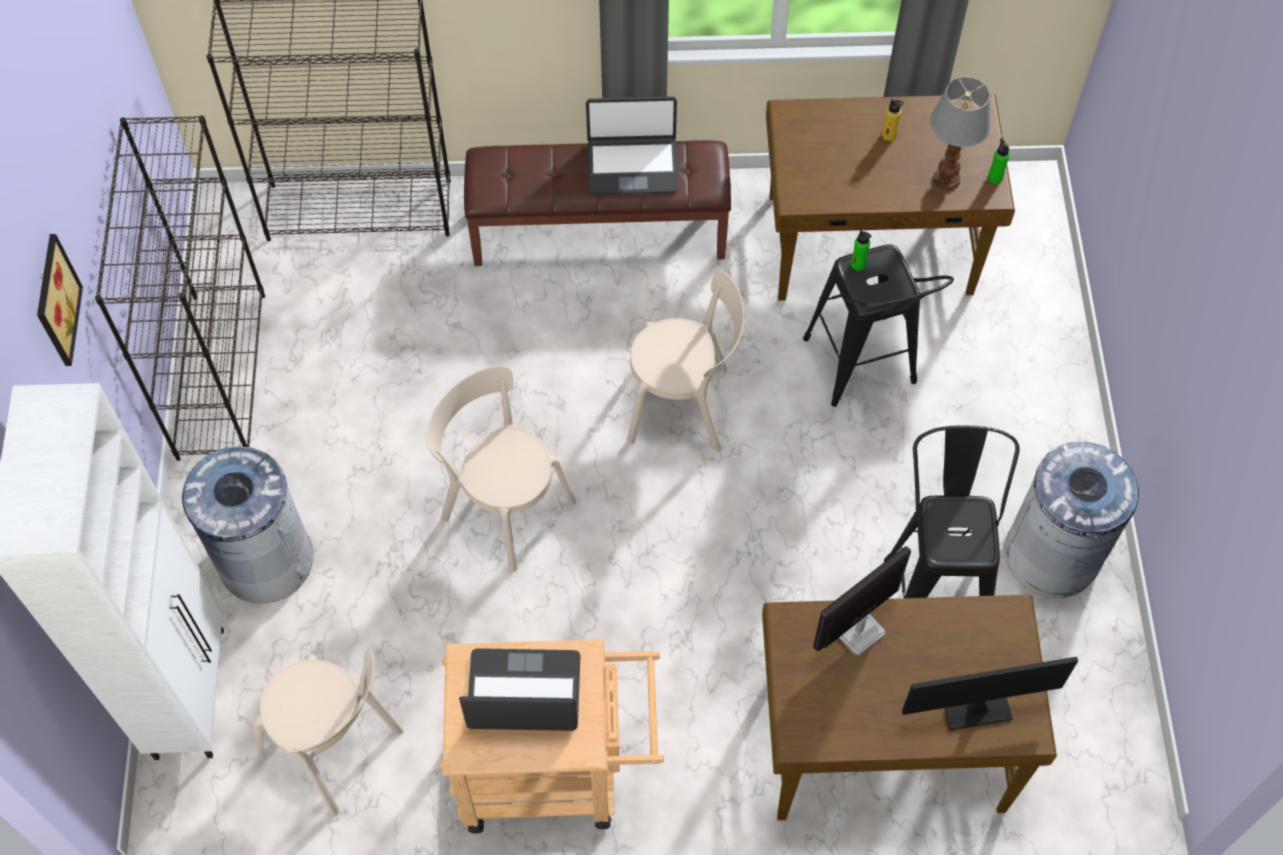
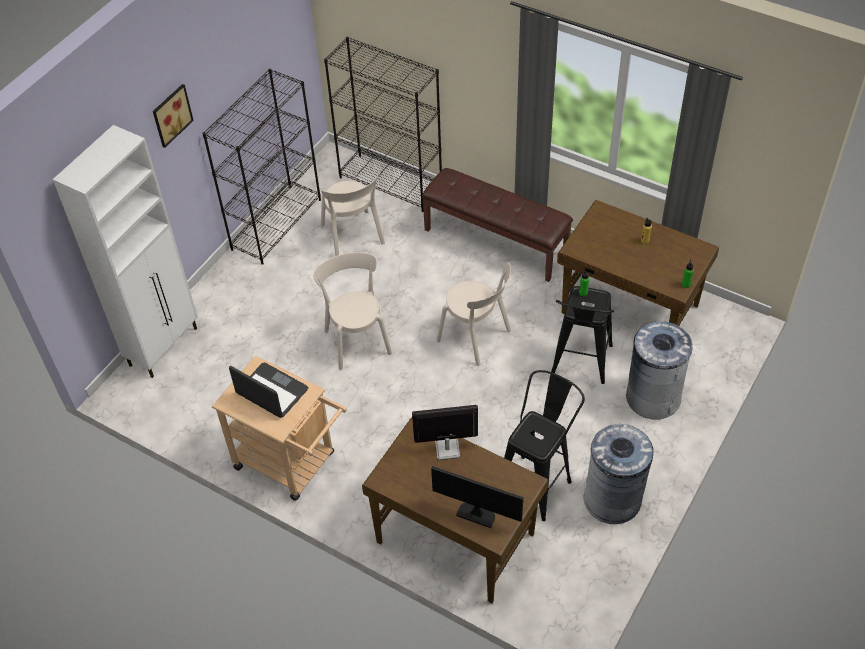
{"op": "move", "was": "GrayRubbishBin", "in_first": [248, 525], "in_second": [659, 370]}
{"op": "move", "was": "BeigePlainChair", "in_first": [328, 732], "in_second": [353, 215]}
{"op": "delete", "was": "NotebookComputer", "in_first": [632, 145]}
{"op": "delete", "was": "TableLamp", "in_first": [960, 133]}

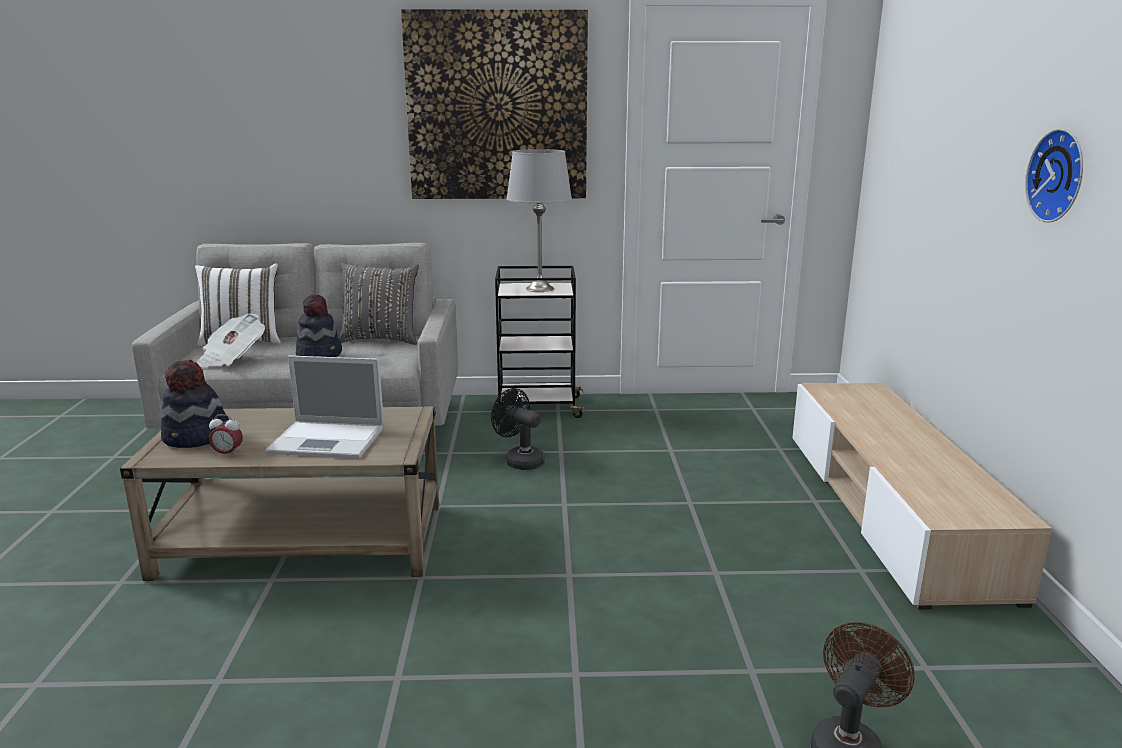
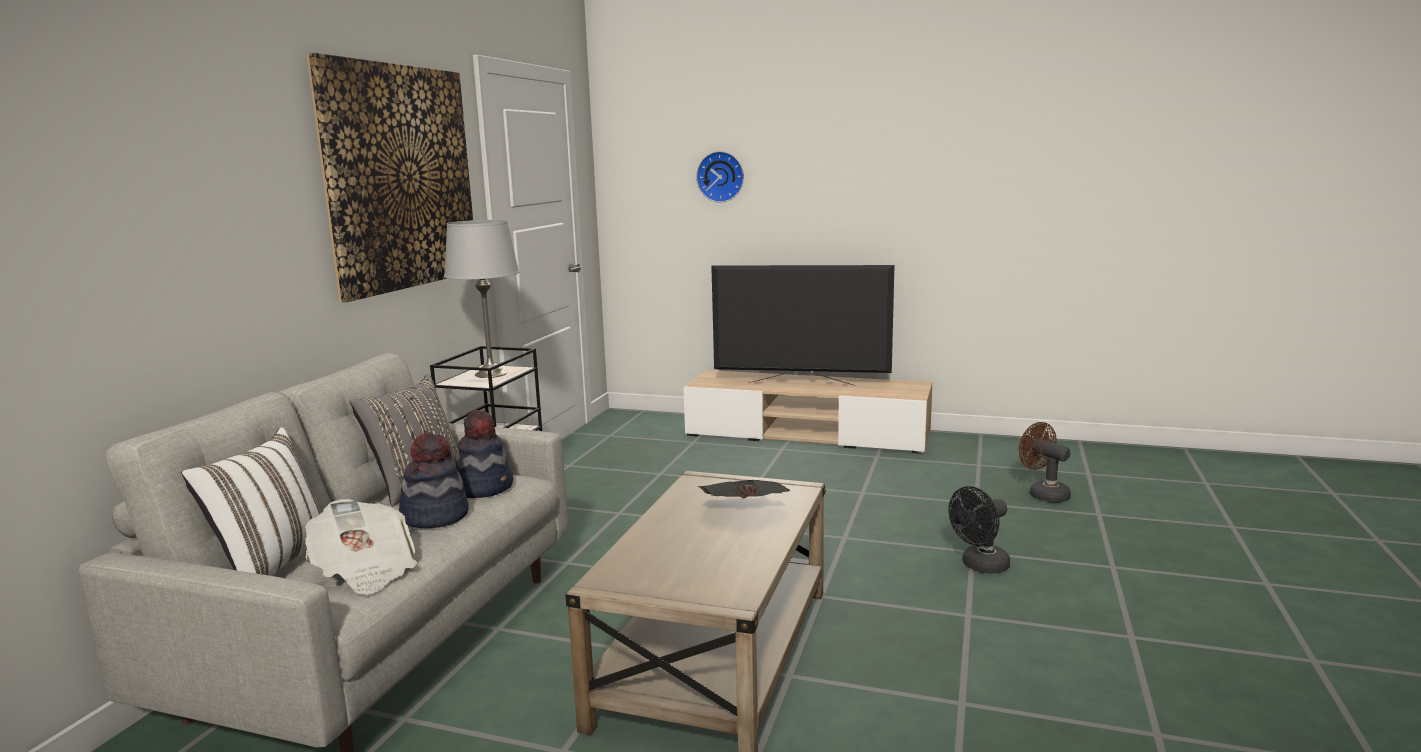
{"op": "move", "was": "WearableHat", "in_first": [195, 404], "in_second": [484, 454]}
{"op": "delete", "was": "BedsideClock", "in_first": [226, 436]}
{"op": "replace", "was": "NotebookComputer", "now": "PrintedPaper", "in_first": [324, 407], "in_second": [743, 489]}
{"op": "move", "was": "BlackElectricFan", "in_first": [518, 429], "in_second": [979, 529]}
{"op": "move", "was": "ClockOnTheWall", "in_first": [1054, 175], "in_second": [720, 177]}
{"op": "insert", "now": "Television", "in_second": [802, 325]}

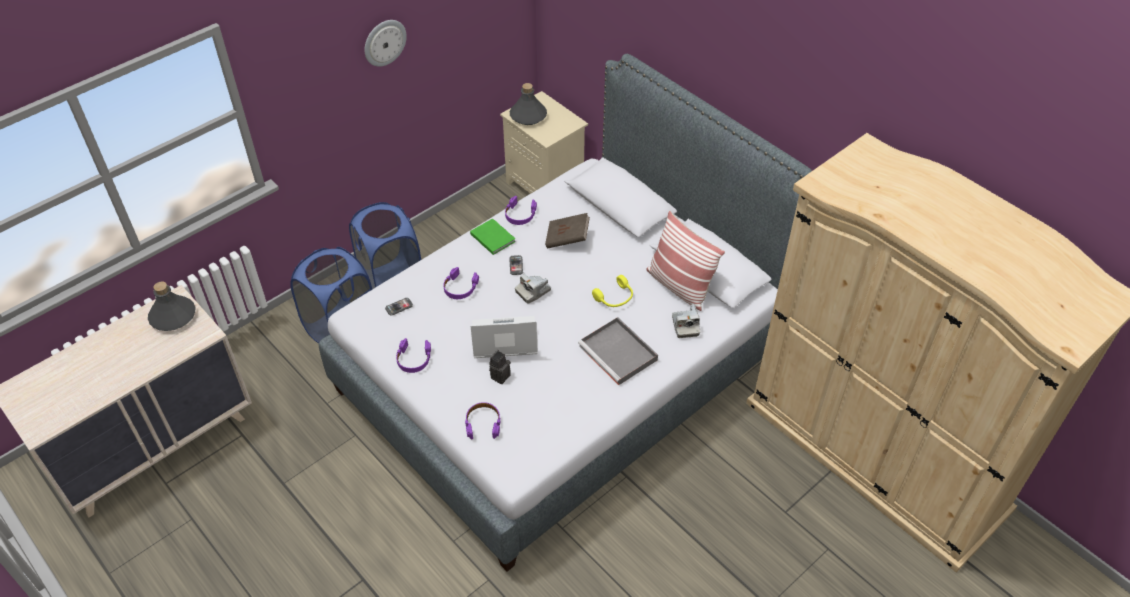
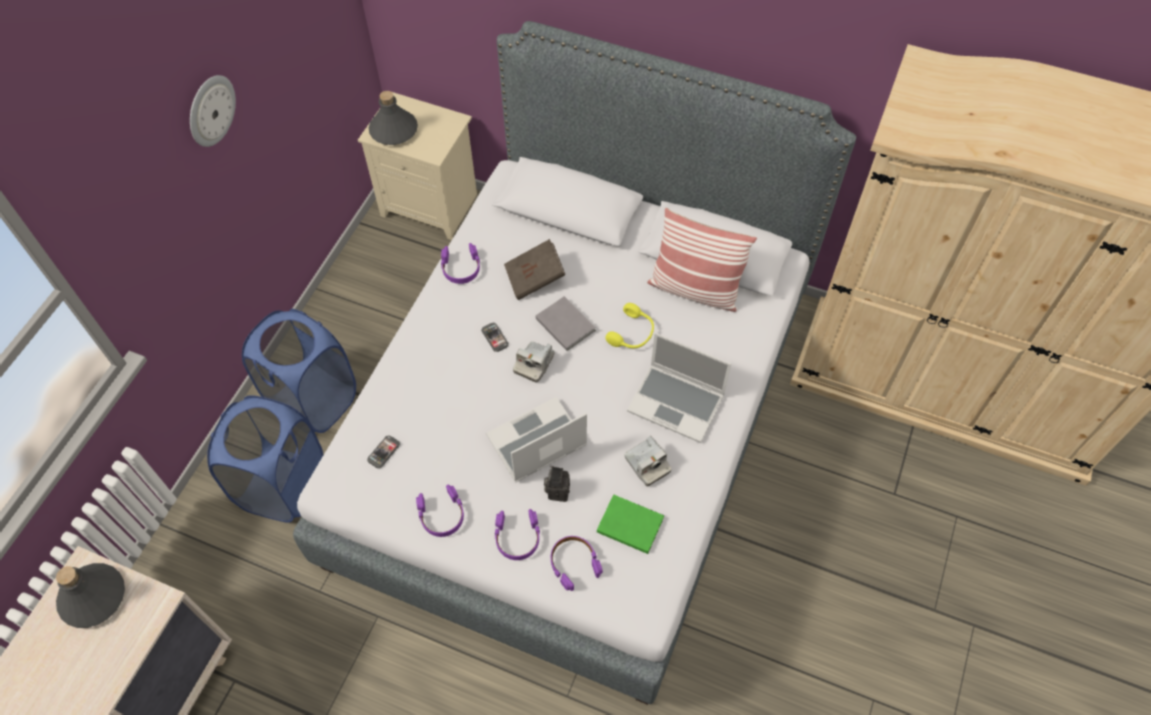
{"op": "move", "was": "PurpleColouredHeadphones", "in_first": [461, 283], "in_second": [517, 534]}
{"op": "move", "was": "GreenColouredBoundBook", "in_first": [493, 236], "in_second": [630, 524]}
{"op": "replace", "was": "GrayCarryingTray", "now": "NotebookComputer", "in_first": [618, 351], "in_second": [679, 388]}
{"op": "move", "was": "PhotoCamera", "in_first": [686, 321], "in_second": [647, 461]}
{"op": "insert", "now": "GrayBoundBook", "in_second": [566, 323]}

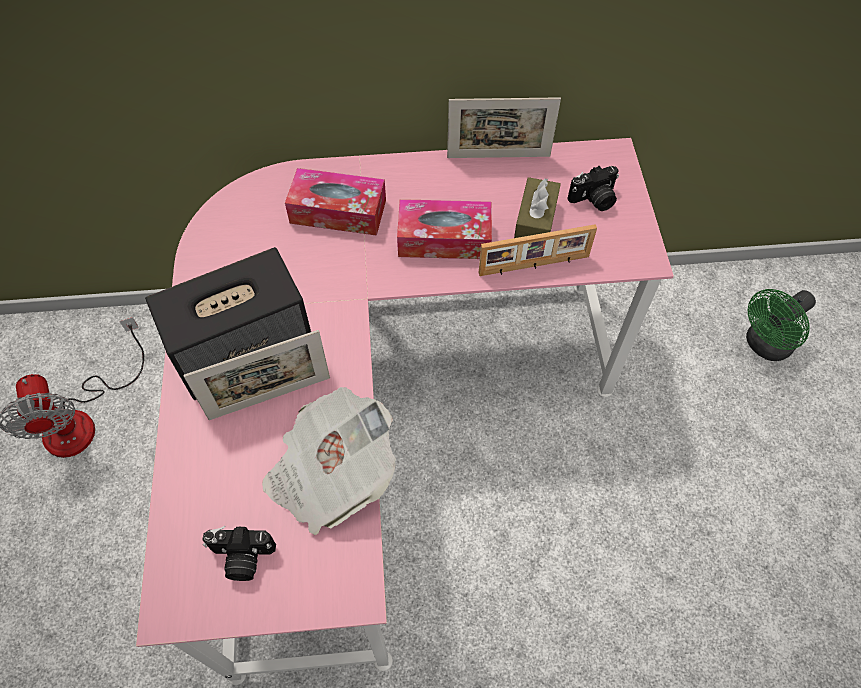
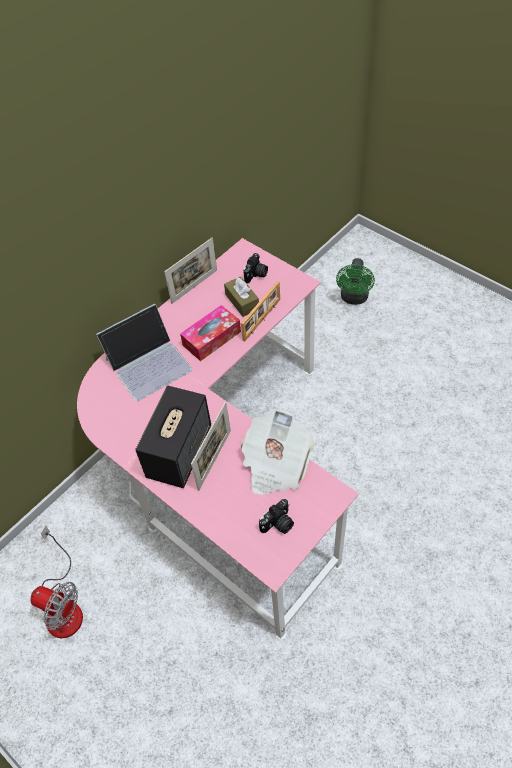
{"op": "replace", "was": "TissueBox", "now": "NotebookComputer", "in_first": [335, 202], "in_second": [144, 352]}

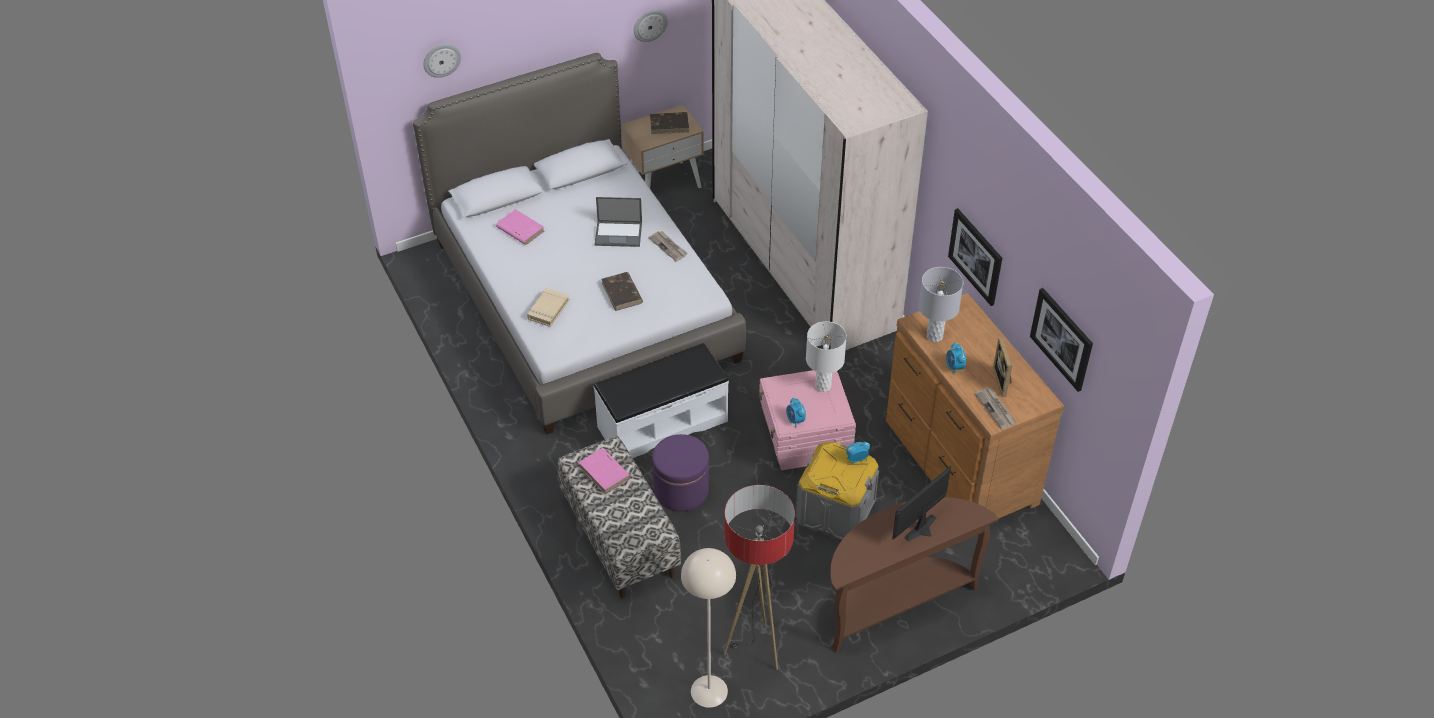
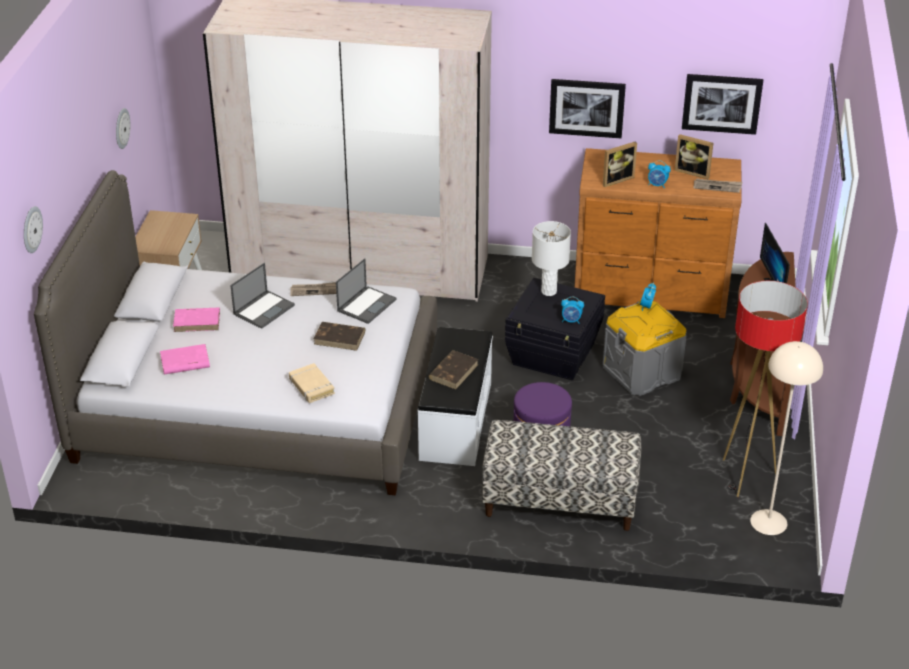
{"op": "move", "was": "PinkColouredBoundBook", "in_first": [604, 471], "in_second": [196, 320]}
{"op": "move", "was": "BrownColouredBoundBook", "in_first": [669, 123], "in_second": [453, 369]}
{"op": "recolor", "was": "PinkColouredStorageBox", "now": "BlackStorageBox", "in_first": [807, 420], "in_second": [555, 329]}
{"op": "replace", "was": "GrayTableLamp", "now": "PhotoFrame", "in_first": [941, 304], "in_second": [620, 164]}
{"op": "insert", "now": "NotebookComputer", "in_second": [366, 291]}

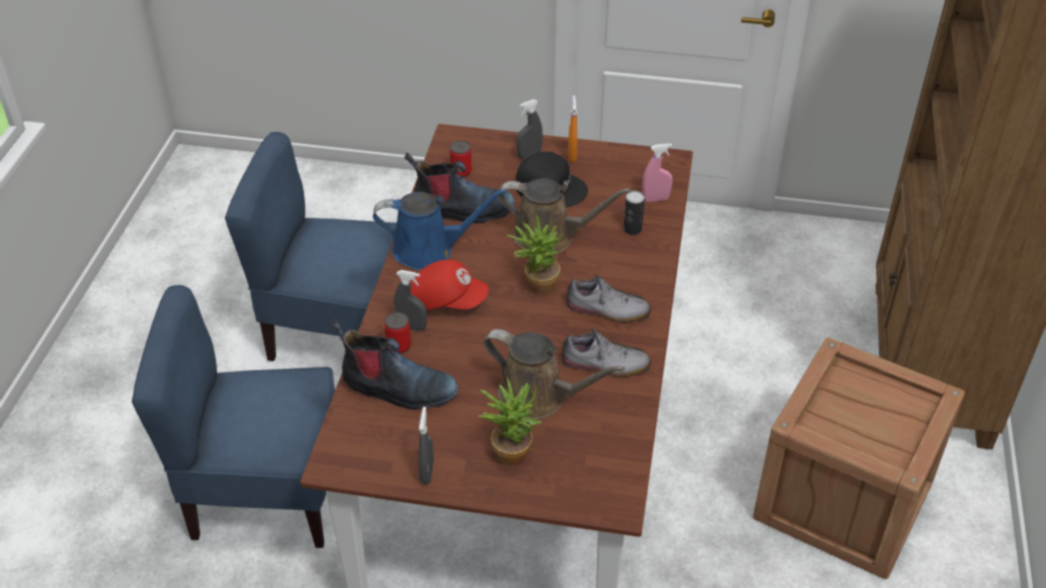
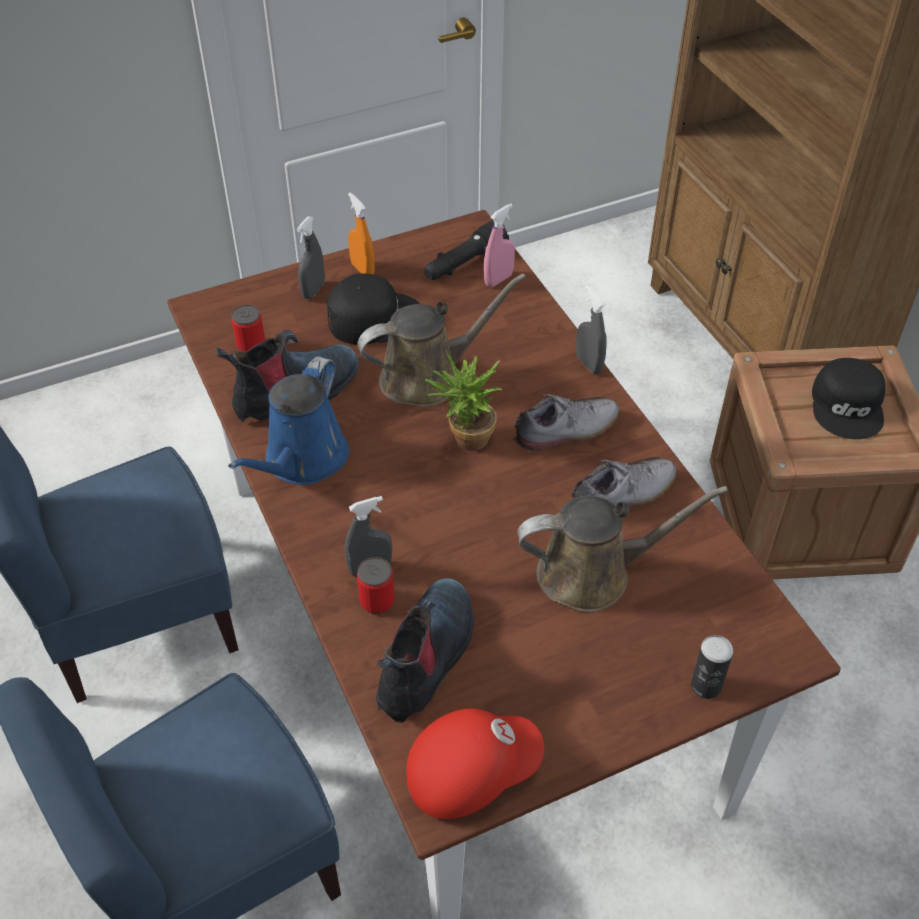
{"op": "rotate", "was": "TallBoot", "in_first": [394, 364], "in_second": [425, 650], "clockwise": -45}
{"op": "rotate", "was": "BluishSprinklingCan", "in_first": [440, 229], "in_second": [288, 420], "clockwise": 150}
{"op": "move", "was": "ReddishPeakedCap", "in_first": [449, 285], "in_second": [475, 764]}
{"op": "move", "was": "GraySprayer", "in_first": [426, 446], "in_second": [591, 329]}
{"op": "delete", "was": "PlantInAPot", "in_first": [510, 421]}
{"op": "move", "was": "MetalCan", "in_first": [634, 213], "in_second": [712, 667]}
{"op": "insert", "now": "BlackTorch", "in_second": [466, 250]}
{"op": "insert", "now": "BlackPeakedCap", "in_second": [848, 398]}

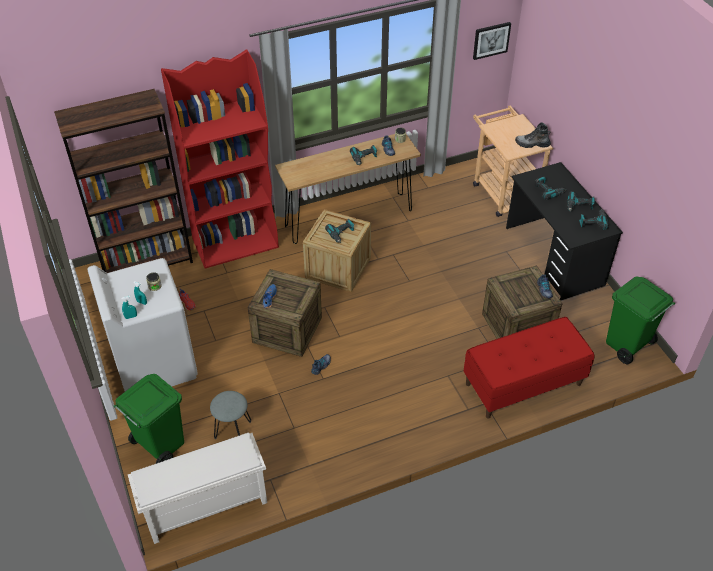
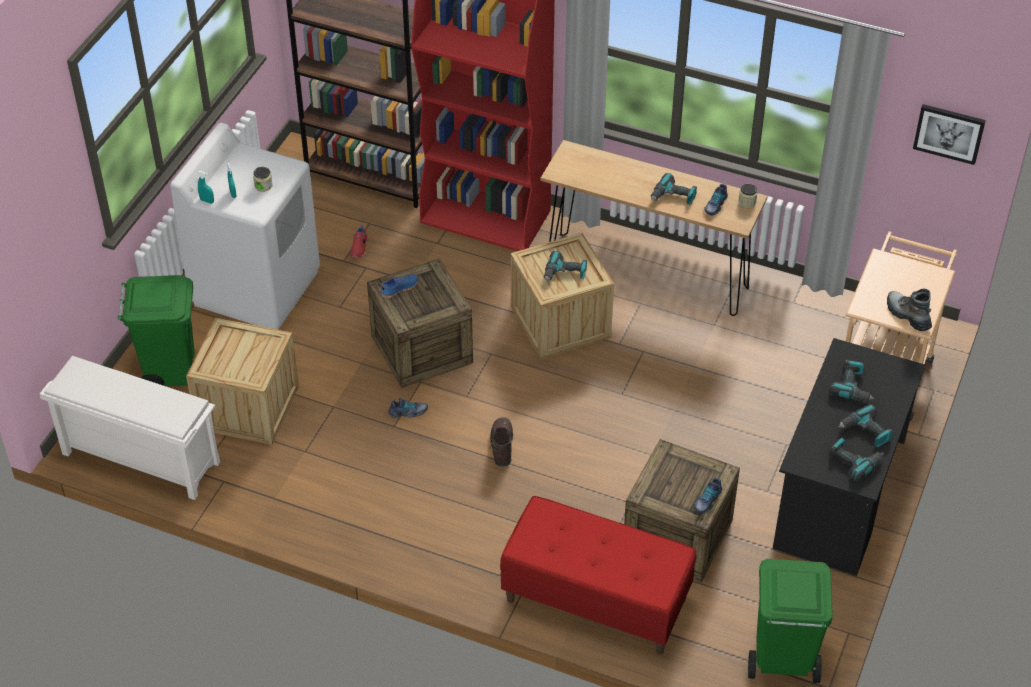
{"op": "replace", "was": "GraySittingStool", "now": "PackingCrate", "in_first": [230, 415], "in_second": [242, 381]}
{"op": "insert", "now": "BrownColouredTallBoot", "in_second": [501, 442]}

